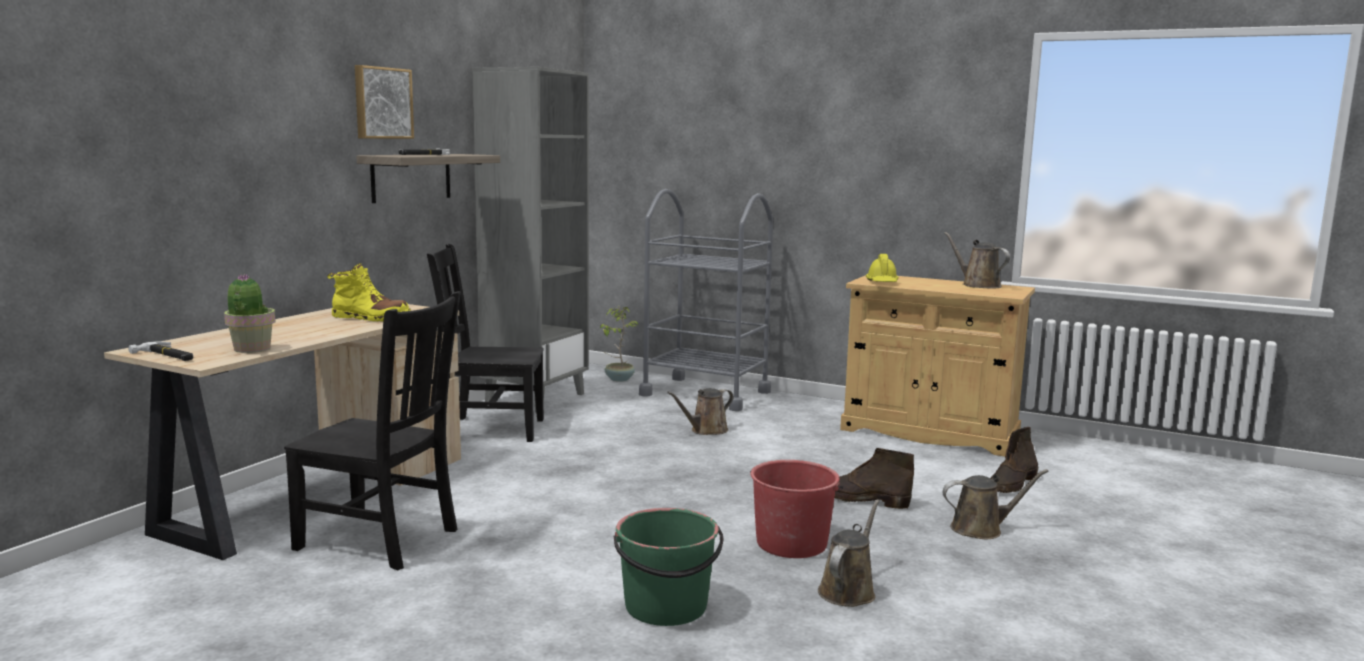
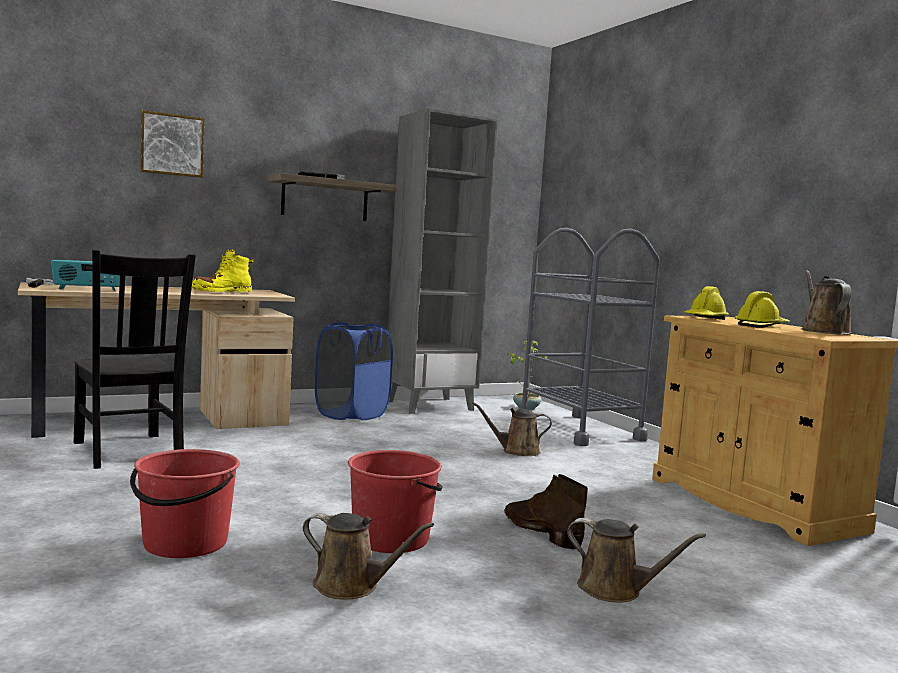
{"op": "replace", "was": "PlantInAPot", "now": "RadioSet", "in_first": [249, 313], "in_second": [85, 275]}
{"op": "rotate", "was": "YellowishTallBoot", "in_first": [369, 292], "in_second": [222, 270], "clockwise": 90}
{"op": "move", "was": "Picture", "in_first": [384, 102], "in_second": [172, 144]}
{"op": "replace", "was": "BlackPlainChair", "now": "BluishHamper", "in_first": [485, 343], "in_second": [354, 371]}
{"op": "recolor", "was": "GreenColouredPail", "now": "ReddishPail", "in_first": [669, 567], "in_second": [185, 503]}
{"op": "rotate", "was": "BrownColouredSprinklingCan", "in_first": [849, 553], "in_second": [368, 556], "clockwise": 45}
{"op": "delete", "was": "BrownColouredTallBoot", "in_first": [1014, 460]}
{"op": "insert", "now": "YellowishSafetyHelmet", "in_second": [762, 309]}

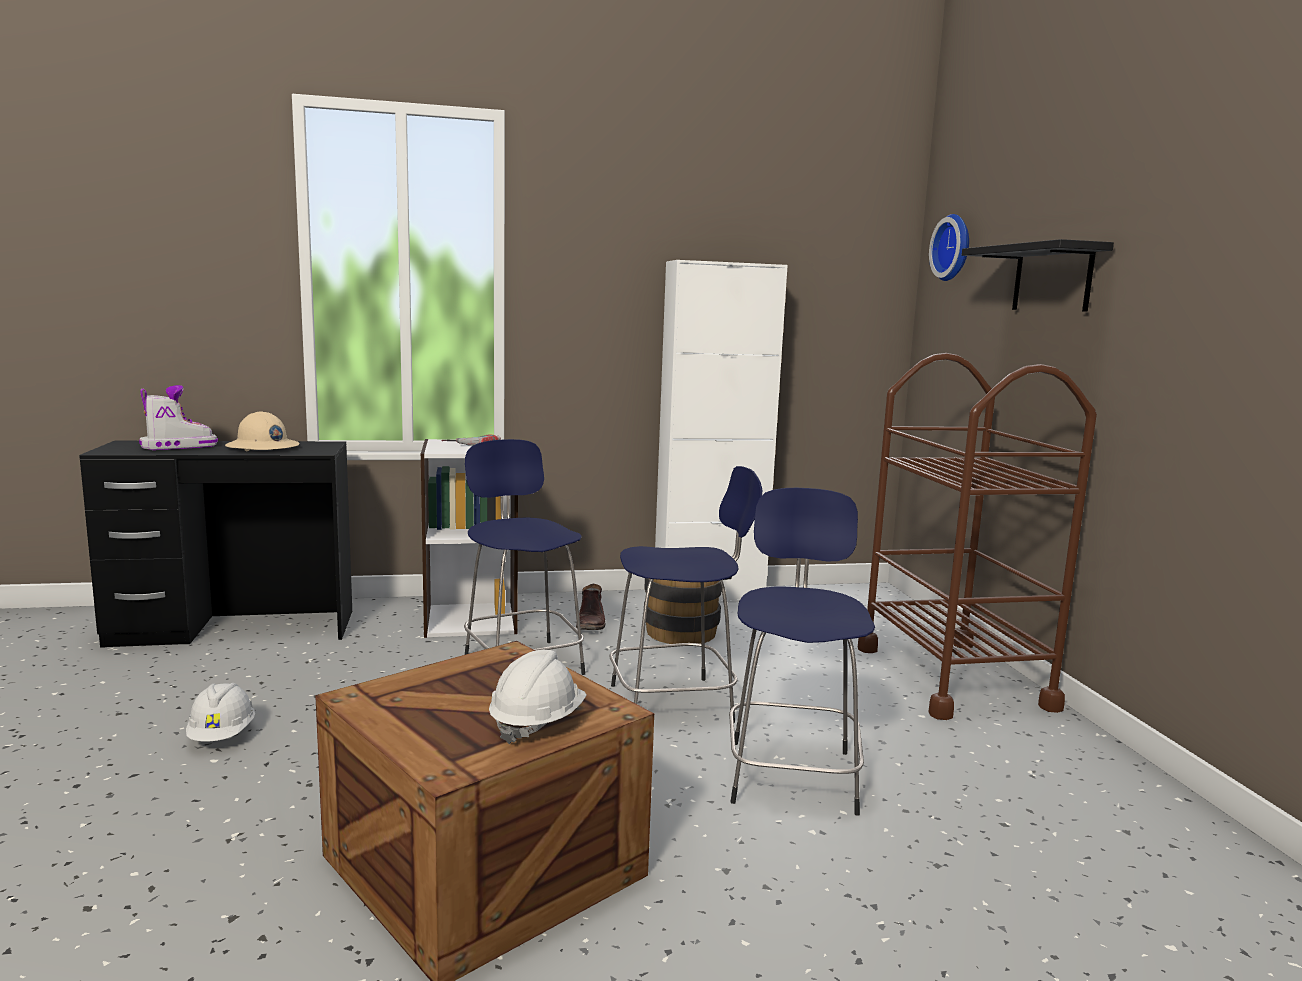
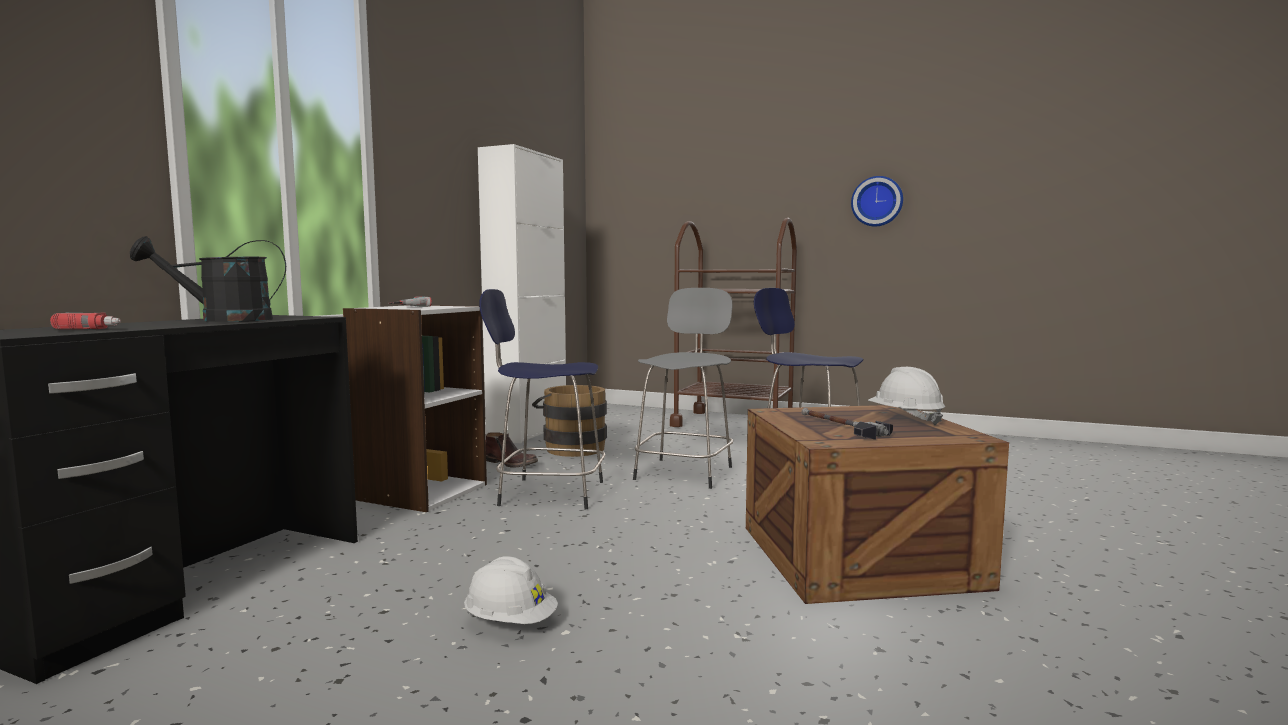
{"op": "replace", "was": "TallBoot", "now": "PowerDrill", "in_first": [178, 417], "in_second": [85, 321]}
{"op": "replace", "was": "BeigeSafetyHelmet", "now": "BlackSprinklingCan", "in_first": [262, 431], "in_second": [208, 279]}
{"op": "recolor", "was": "BluishSittingStool", "now": "GraySittingStool", "in_first": [685, 594], "in_second": [683, 388]}
{"op": "move", "was": "ClockOnTheWall", "in_first": [949, 247], "in_second": [877, 201]}
{"op": "delete", "was": "BlackWallShelf", "in_first": [1038, 275]}
{"op": "insert", "now": "HandHammer", "in_second": [847, 424]}

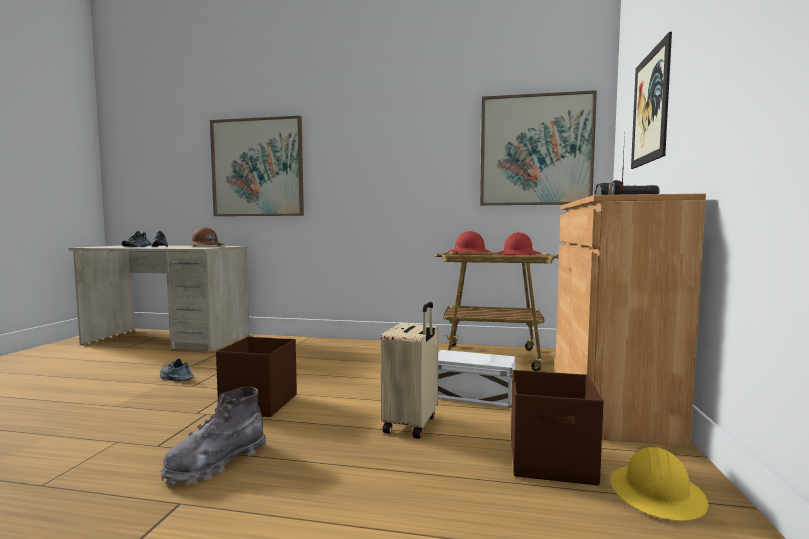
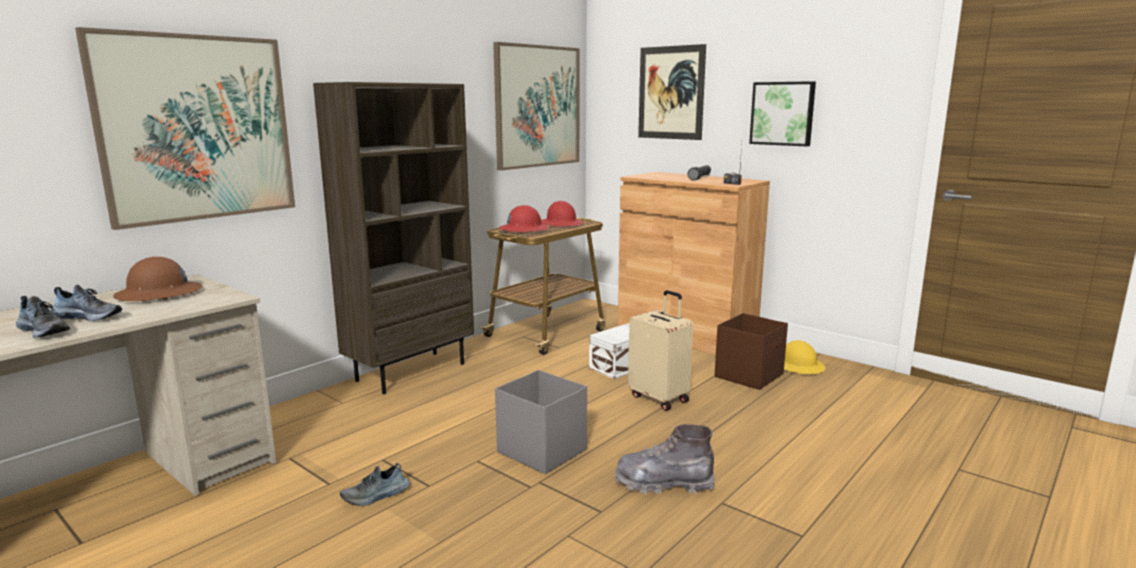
{"op": "rotate", "was": "GrayTallBoot", "in_first": [213, 436], "in_second": [665, 459], "clockwise": 120}
{"op": "recolor", "was": "BrownColouredStorageBox", "now": "GrayStorageBox", "in_first": [256, 377], "in_second": [541, 422]}
{"op": "insert", "now": "BrownColouredShelvingUnit", "in_second": [393, 238]}
{"op": "insert", "now": "Picture", "in_second": [782, 113]}

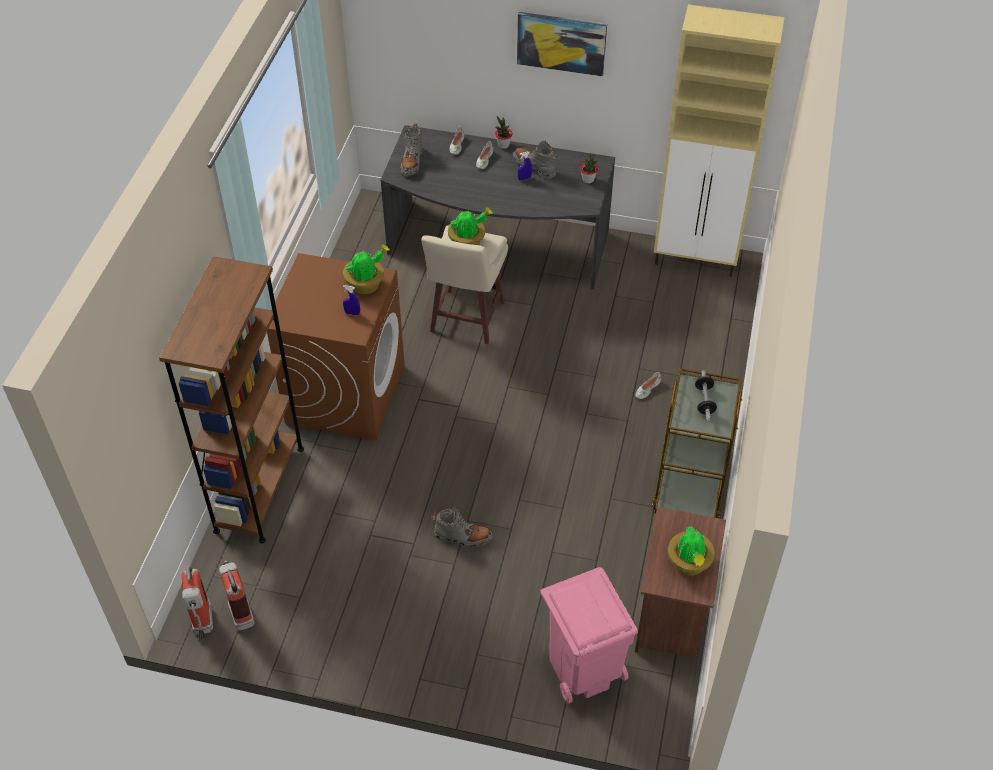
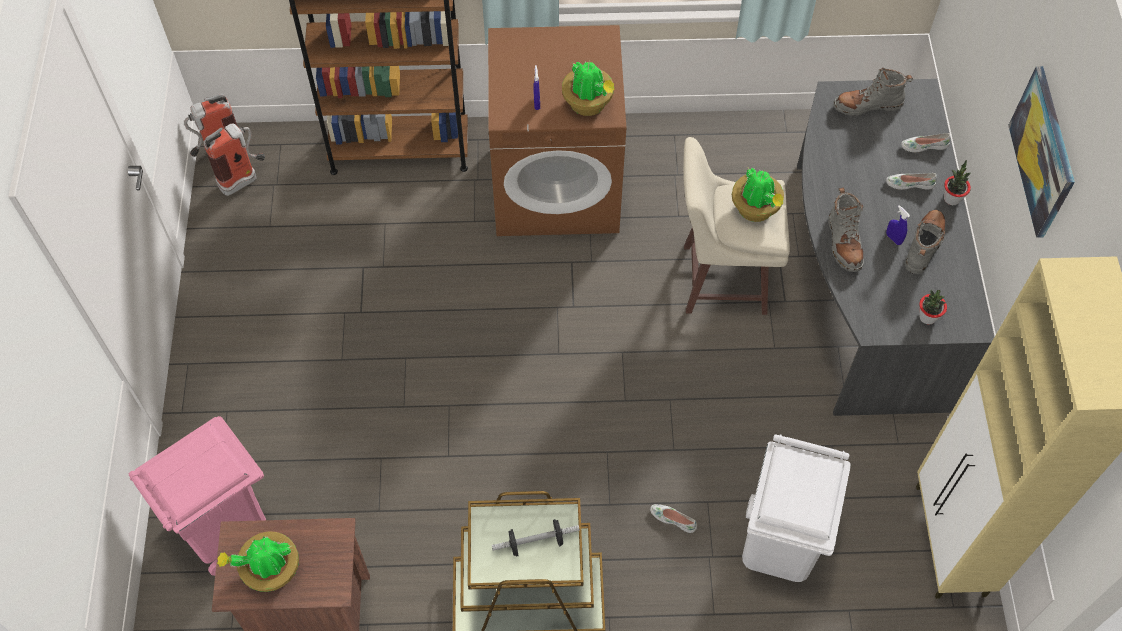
{"op": "move", "was": "GrayTallBoot", "in_first": [462, 527], "in_second": [846, 229]}
{"op": "insert", "now": "WhiteRubbishBin", "in_second": [796, 508]}

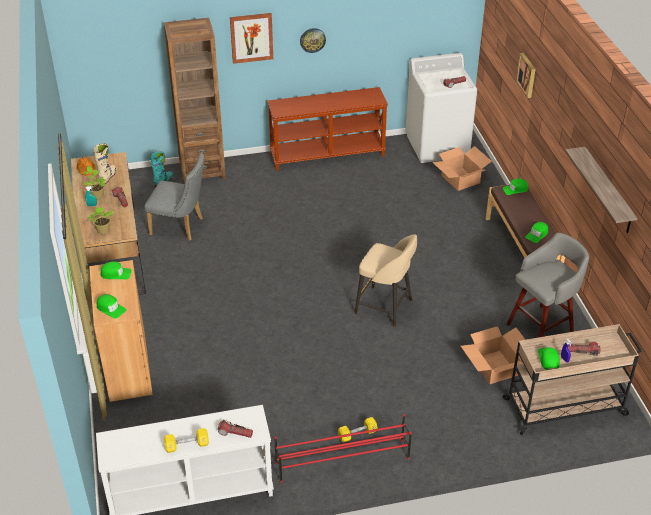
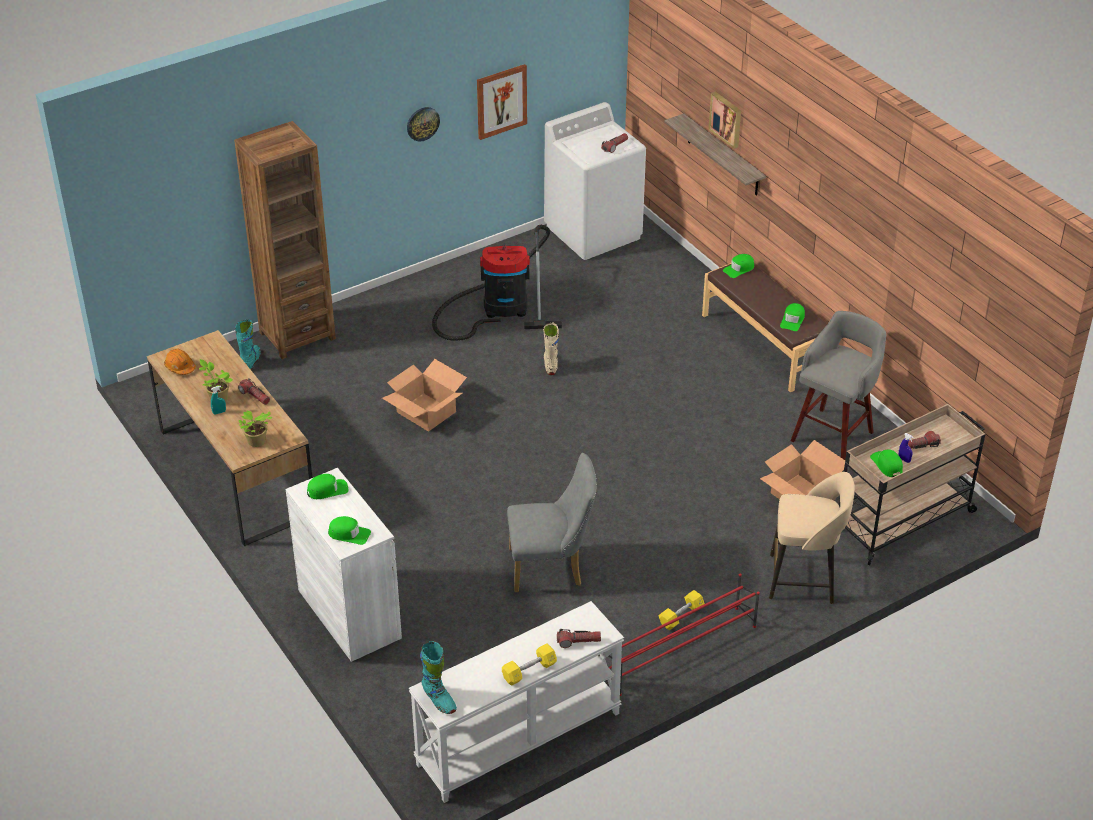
{"op": "recolor", "was": "BrownColouredStorageCabinet", "now": "WhiteStorageCabinet", "in_first": [121, 331], "in_second": [344, 565]}
{"op": "move", "was": "BeigeTallBoot", "in_first": [105, 163], "in_second": [551, 349]}
{"op": "move", "was": "GrayPlainChair", "in_first": [174, 196], "in_second": [552, 522]}
{"op": "move", "was": "Picture", "in_first": [251, 38], "in_second": [502, 102]}
{"op": "delete", "was": "BrownColouredNarrowTable", "in_first": [328, 129]}
{"op": "move", "was": "BeigeSittingStool", "in_first": [385, 280], "in_second": [812, 538]}
{"op": "move", "was": "CardboardBox", "in_first": [462, 168], "in_second": [424, 395]}
{"op": "move", "was": "WallShelf", "in_first": [601, 190], "in_second": [715, 154]}
{"op": "insert", "now": "TurquoiseColouredTallBoot", "in_second": [438, 677]}
{"op": "insert", "now": "VacuumCleaner", "in_second": [497, 282]}

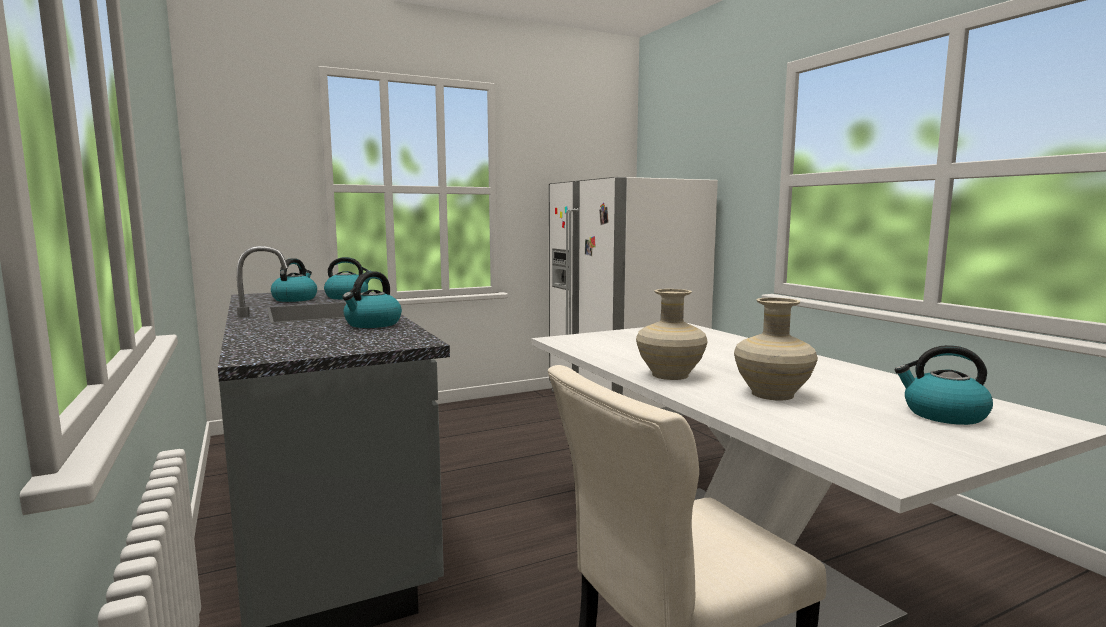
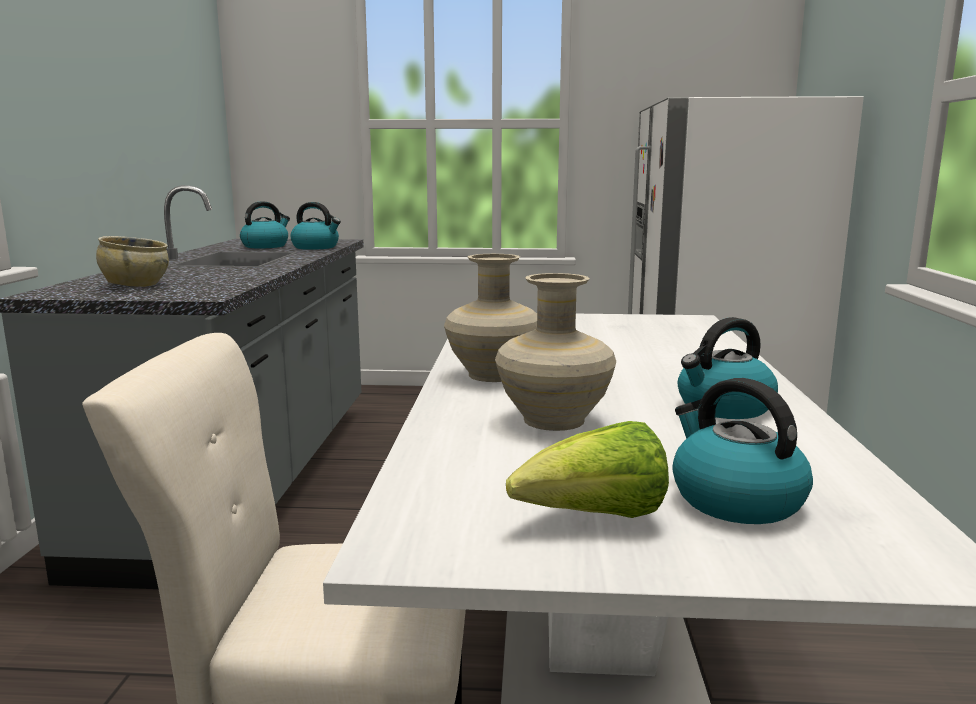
{"op": "move", "was": "TeaKettle", "in_first": [372, 299], "in_second": [728, 368]}
{"op": "insert", "now": "BeigeServingBowl", "in_second": [132, 261]}
{"op": "insert", "now": "Lettuce", "in_second": [587, 469]}

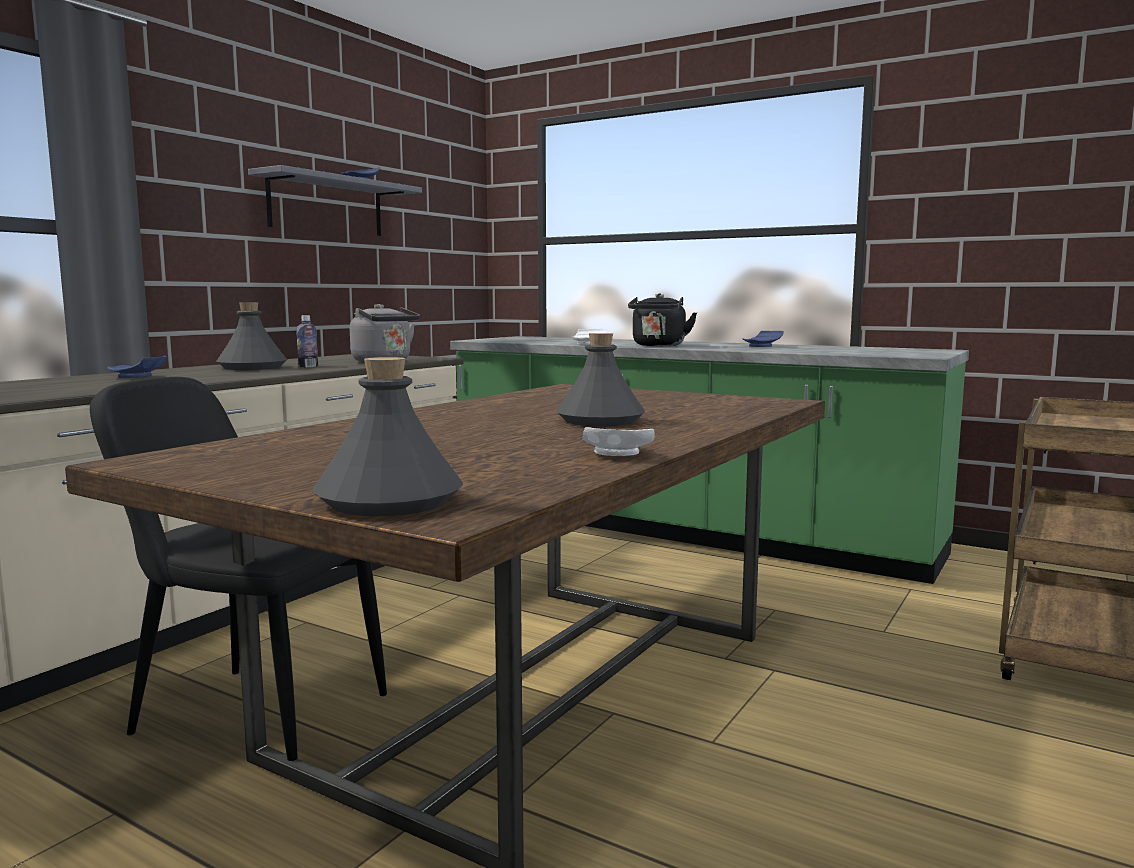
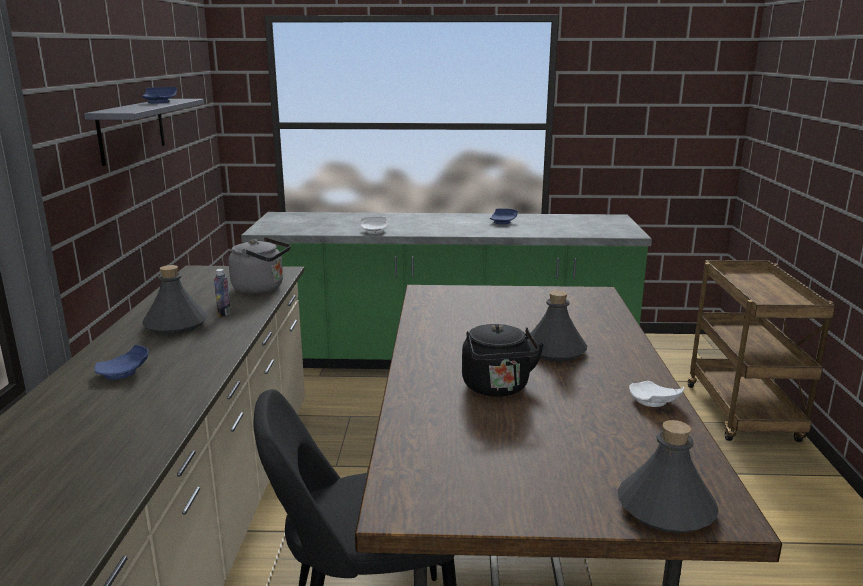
{"op": "move", "was": "BlackTeaKettle", "in_first": [662, 320], "in_second": [503, 360]}

